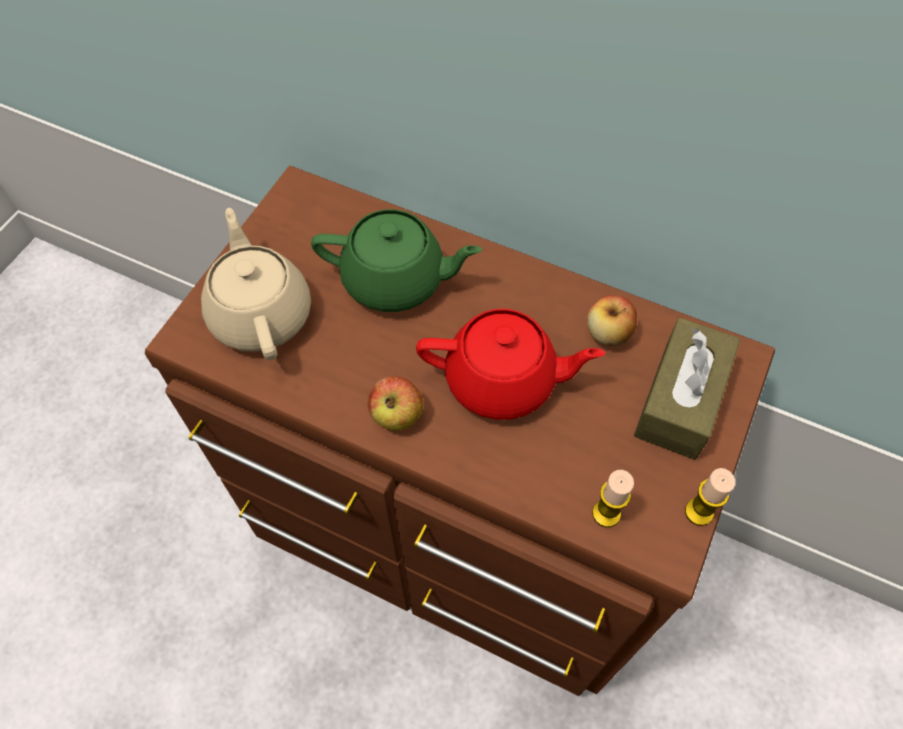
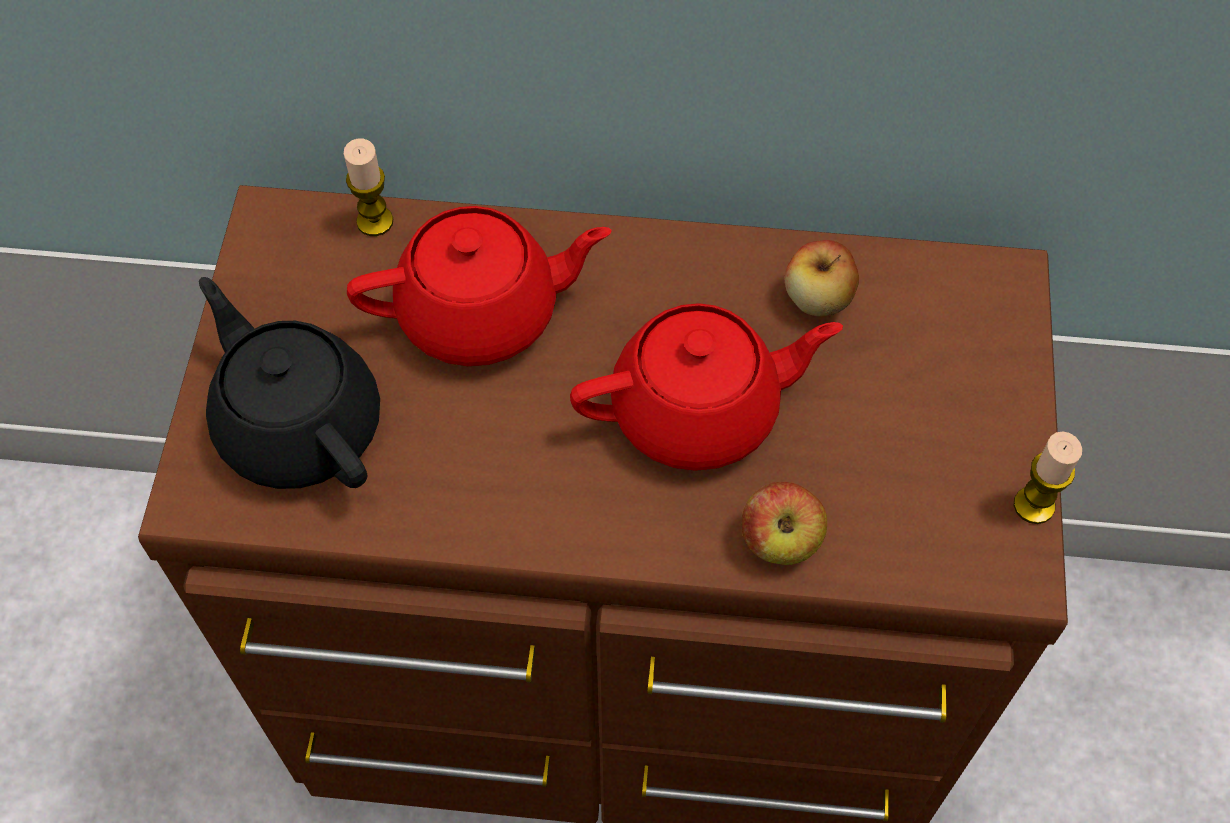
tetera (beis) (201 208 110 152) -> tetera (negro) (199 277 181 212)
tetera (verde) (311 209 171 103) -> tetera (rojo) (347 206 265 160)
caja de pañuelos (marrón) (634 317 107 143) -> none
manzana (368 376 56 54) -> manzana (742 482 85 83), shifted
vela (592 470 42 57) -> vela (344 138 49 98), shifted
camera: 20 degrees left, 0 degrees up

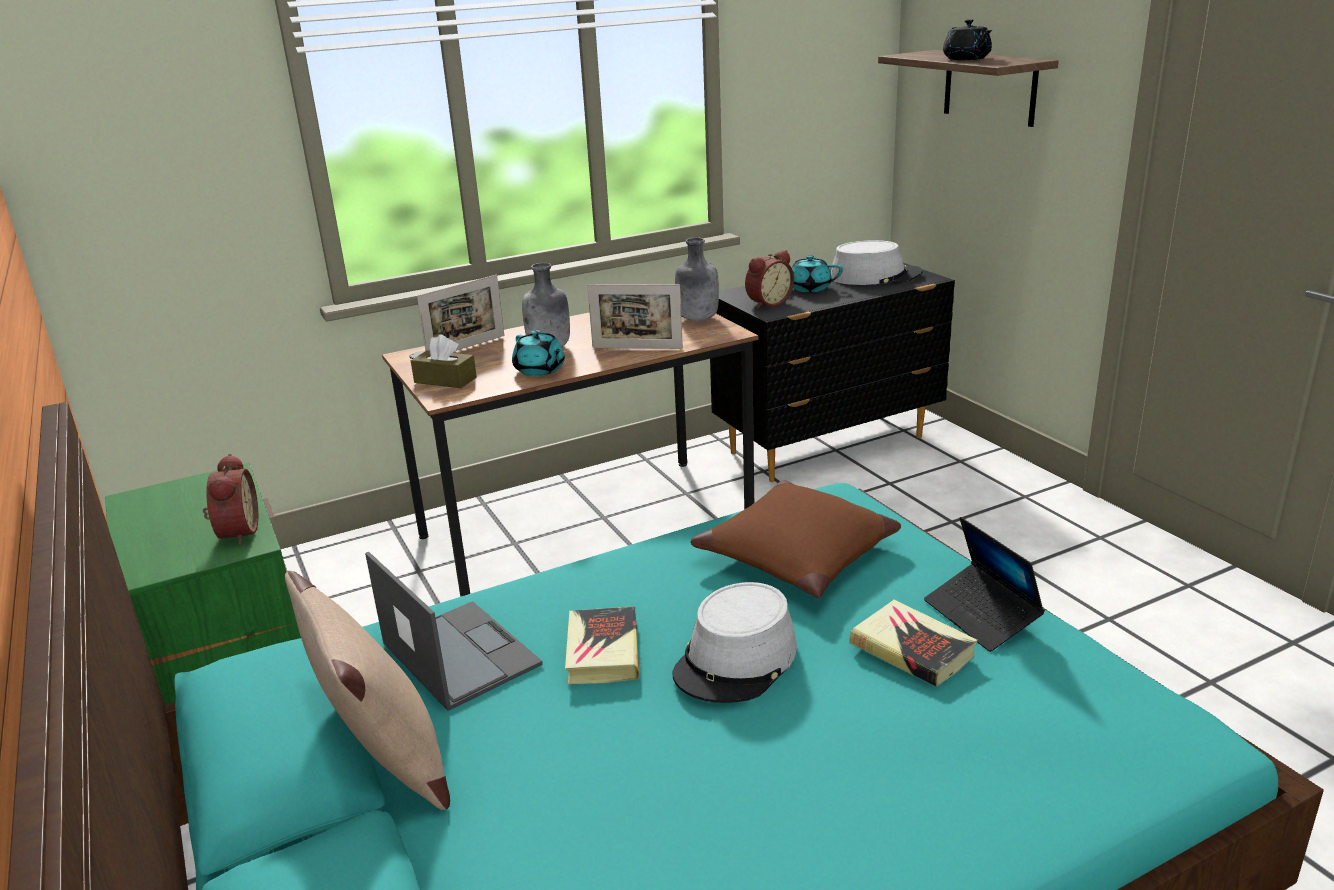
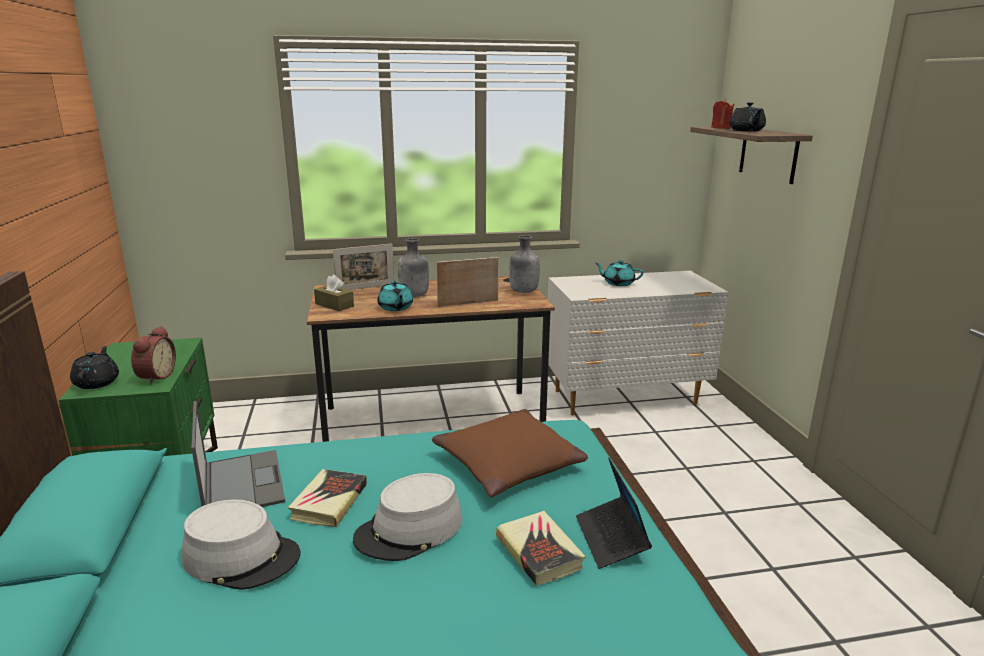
sombrero (gris) (831 240 92 45) -> sombrero (gris) (182 500 119 90), shifted
despertador (745 250 49 59) -> none
cómoda (negro) (710 263 245 219) -> cómoda (blanco) (548 271 180 144)
portarretratos (587 284 96 65) -> portarretratos (436 257 63 50), 135 degrees clockwise
cojín (beis) (285 571 165 239) -> none
none -> vela (rojo) (711 99 23 30)
none -> tetera (negro) (70 346 49 43)
camera: 15 degrees right, 5 degrees down

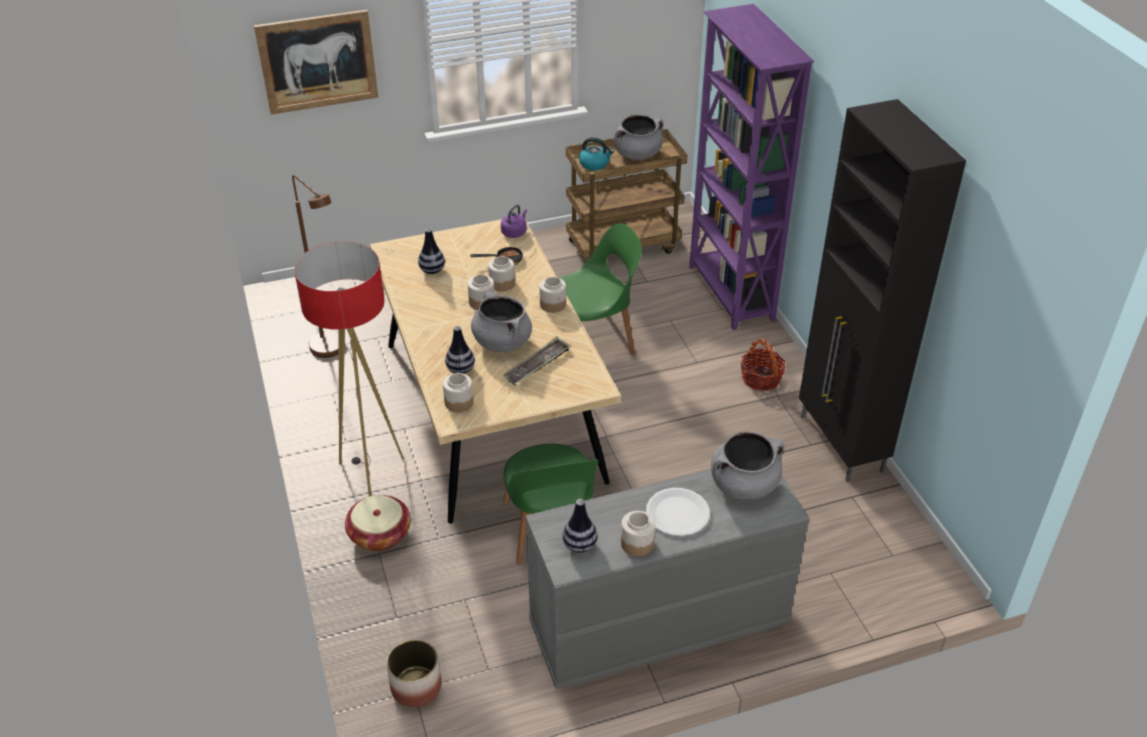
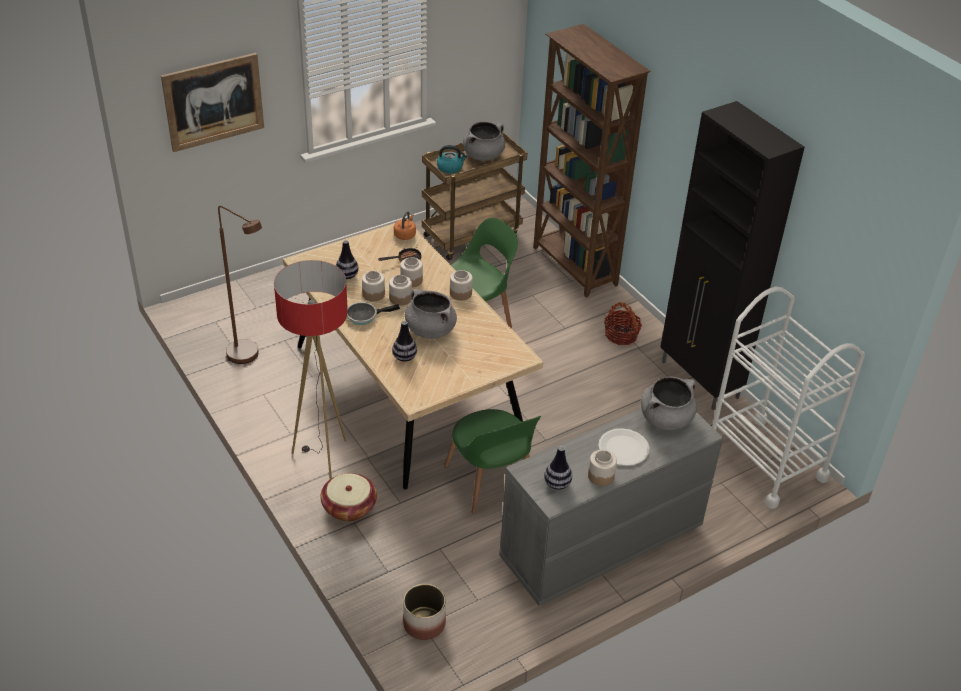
estantería (morado) (689 4 125 326) -> estantería (marrón) (533 24 118 274)
hervidor (morado) (501 205 26 33) -> hervidor (naranja) (394 211 22 29)
bandeja (502 336 69 49) -> none
tarro (443 373 31 39) -> tarro (362 271 23 30), shifted
none -> carrito (blanco) (712 287 153 222)
none -> sartén (347 302 53 23)
camera: 15 degrees left, 0 degrees up

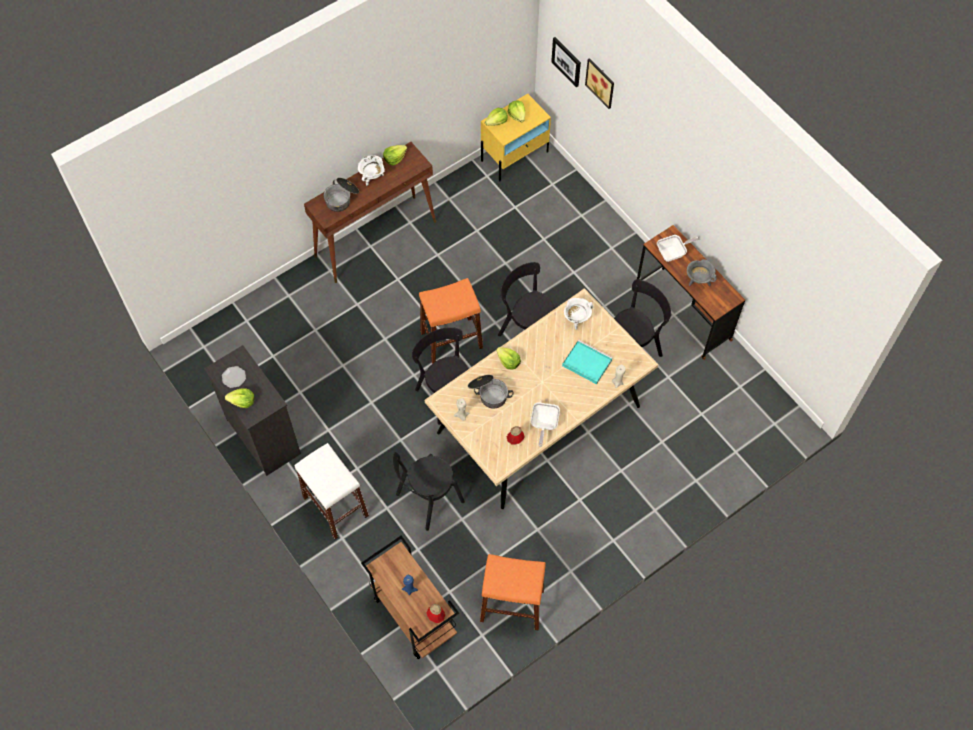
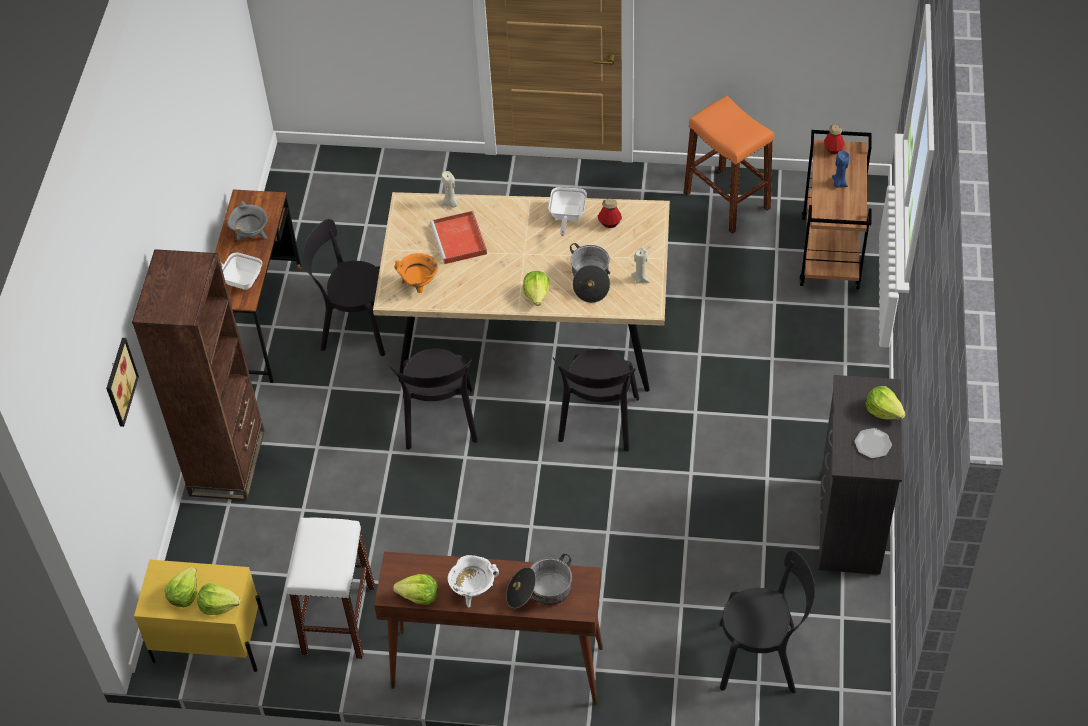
cuadro (551 37 30 50) -> none
taburete (naranja) (419 278 64 86) -> none
olla (blanco) (564 298 29 32) -> olla (naranja) (394 253 44 40)
bandeja (turquesa) (562 340 51 44) -> bandeja (rojo) (430 211 57 53)
sartén (531 402 29 45) -> sartén (548 187 39 49), 135 degrees clockwise
taburete (blanco) (295 443 74 96) -> taburete (blanco) (287 518 88 141), shifted
silla (negro) (392 452 73 79) -> silla (negro) (720 550 95 143), shifted
none -> estantería (marrón) (132 249 133 252)
camera: 135 degrees left, 10 degrees down

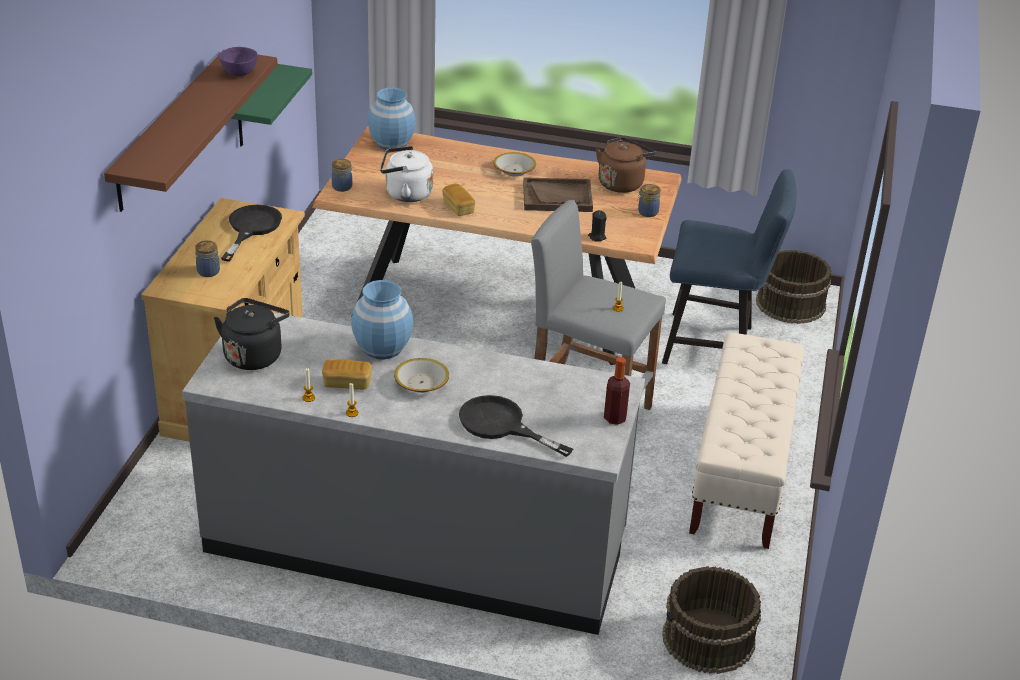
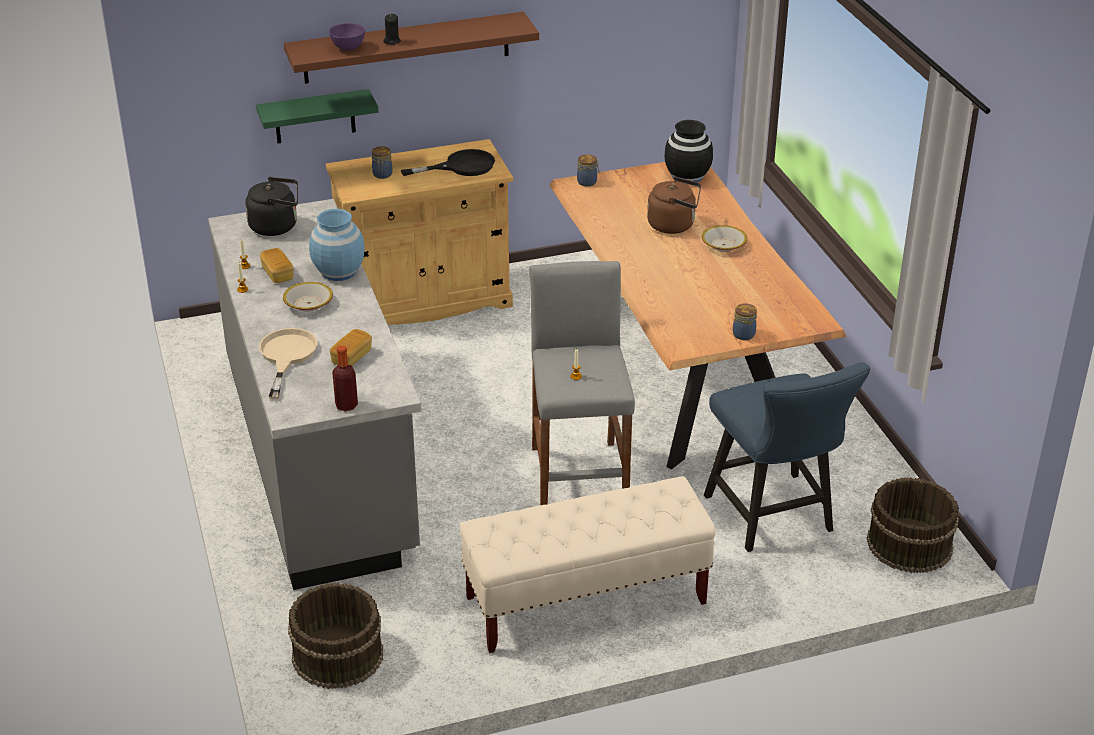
cuenco (morado) (219 47 39 29) -> cuenco (morado) (329 23 36 28), shifted
estante (verde) (231 64 81 83) -> estante (verde) (256 89 123 54), shifted
florero (azul) (368 88 48 62) -> florero (negro) (665 120 48 64)
hervidor (marrón) (596 137 59 56) -> hervidor (marrón) (647 177 54 57), shifted
hervidor (blanco) (380 146 53 56) -> none
bandeja (marrón) (523 177 70 35) -> none
pan (442 184 33 32) -> pan (330 329 42 37), shifted
vela (negro) (588 210 19 32) -> vela (negro) (383 14 18 31), shifted
sartén (negro) (459 395 114 62) -> sartén (beis) (259 328 58 71)
camera: 60 degrees right, 0 degrees up

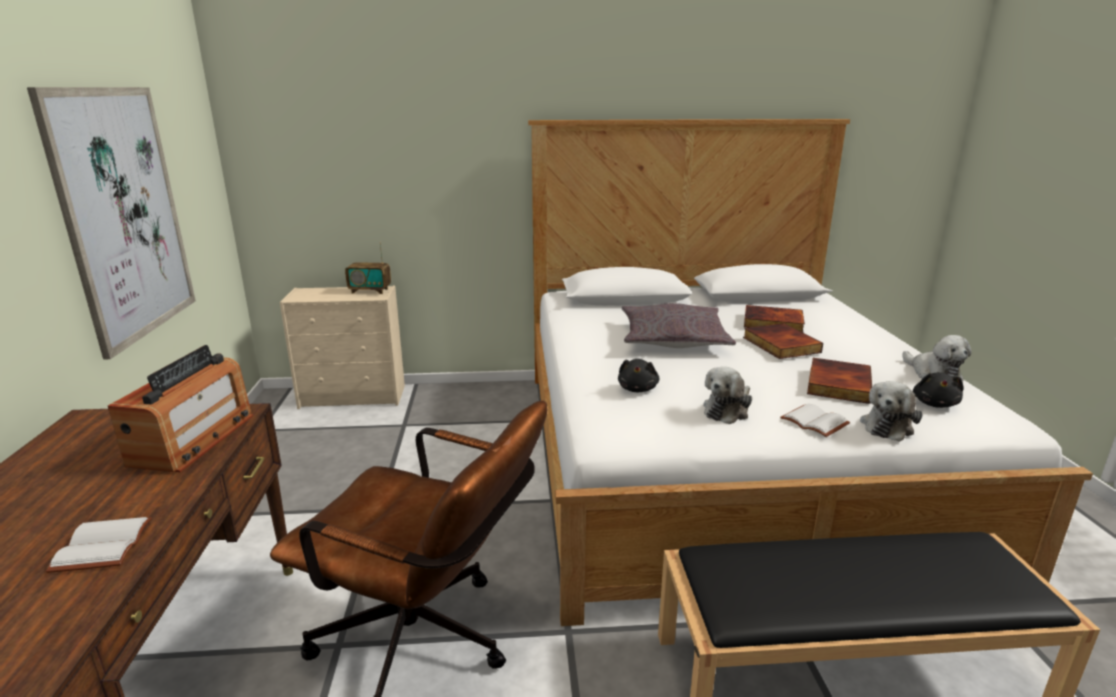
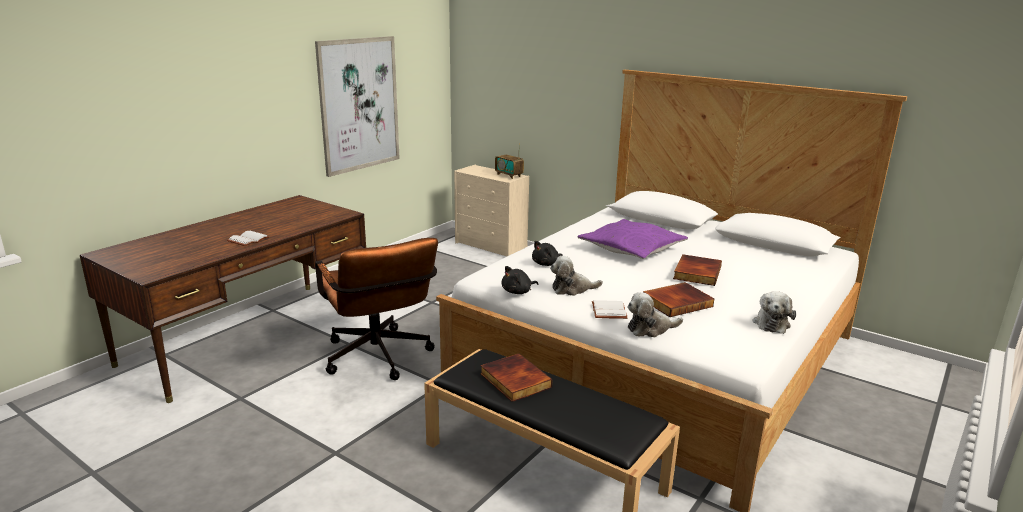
cojín (gris) (622 303 114 45) -> cojín (morado) (577 219 111 40)
libro (744 305 61 27) -> libro (480 353 73 49), shifted
radio (108 345 145 127) -> none
peluche (negro) (913 372 51 36) -> peluche (negro) (502 266 36 28), shifted
camera: 40 degrees right, 0 degrees up

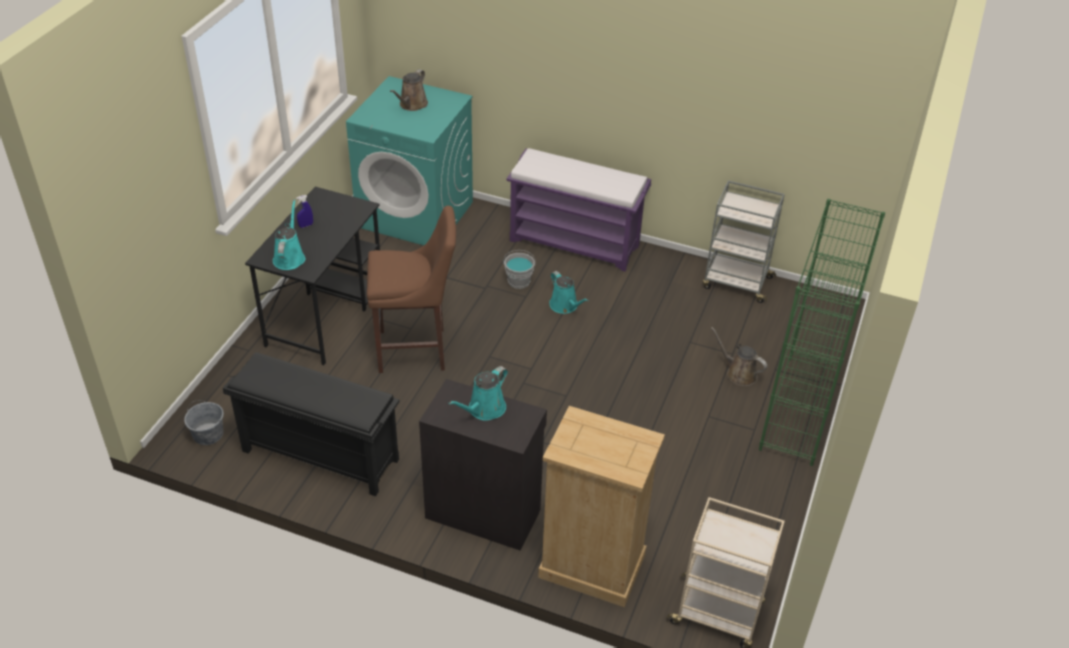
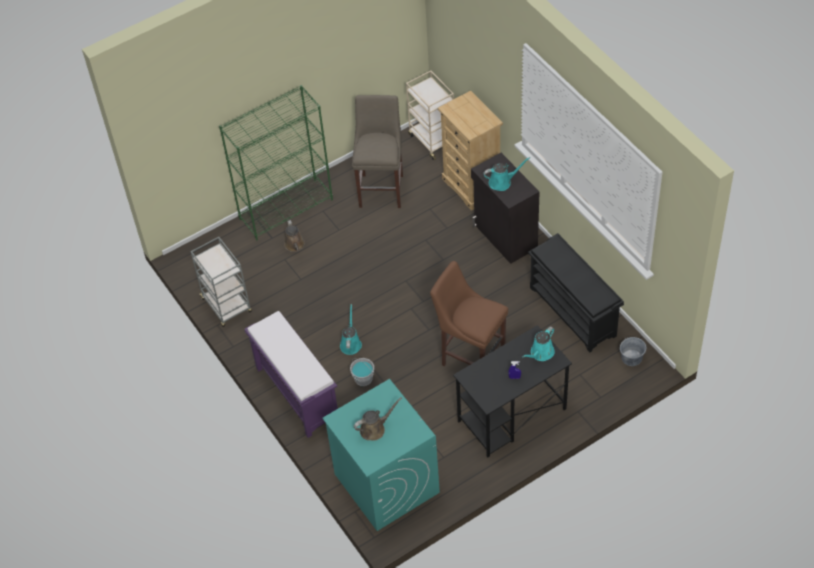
none -> taburete (beis) (352 95 51 113)
camera: 140 degrees left, 10 degrees up

